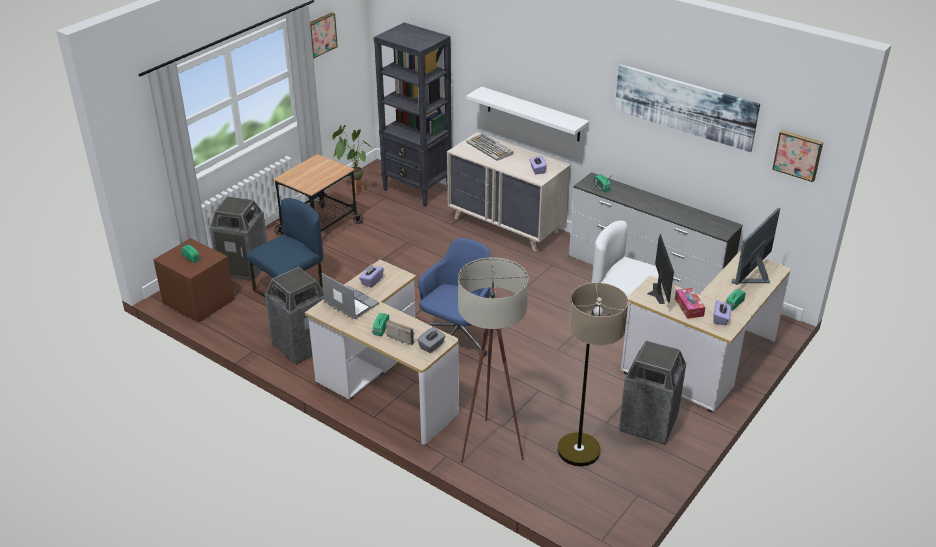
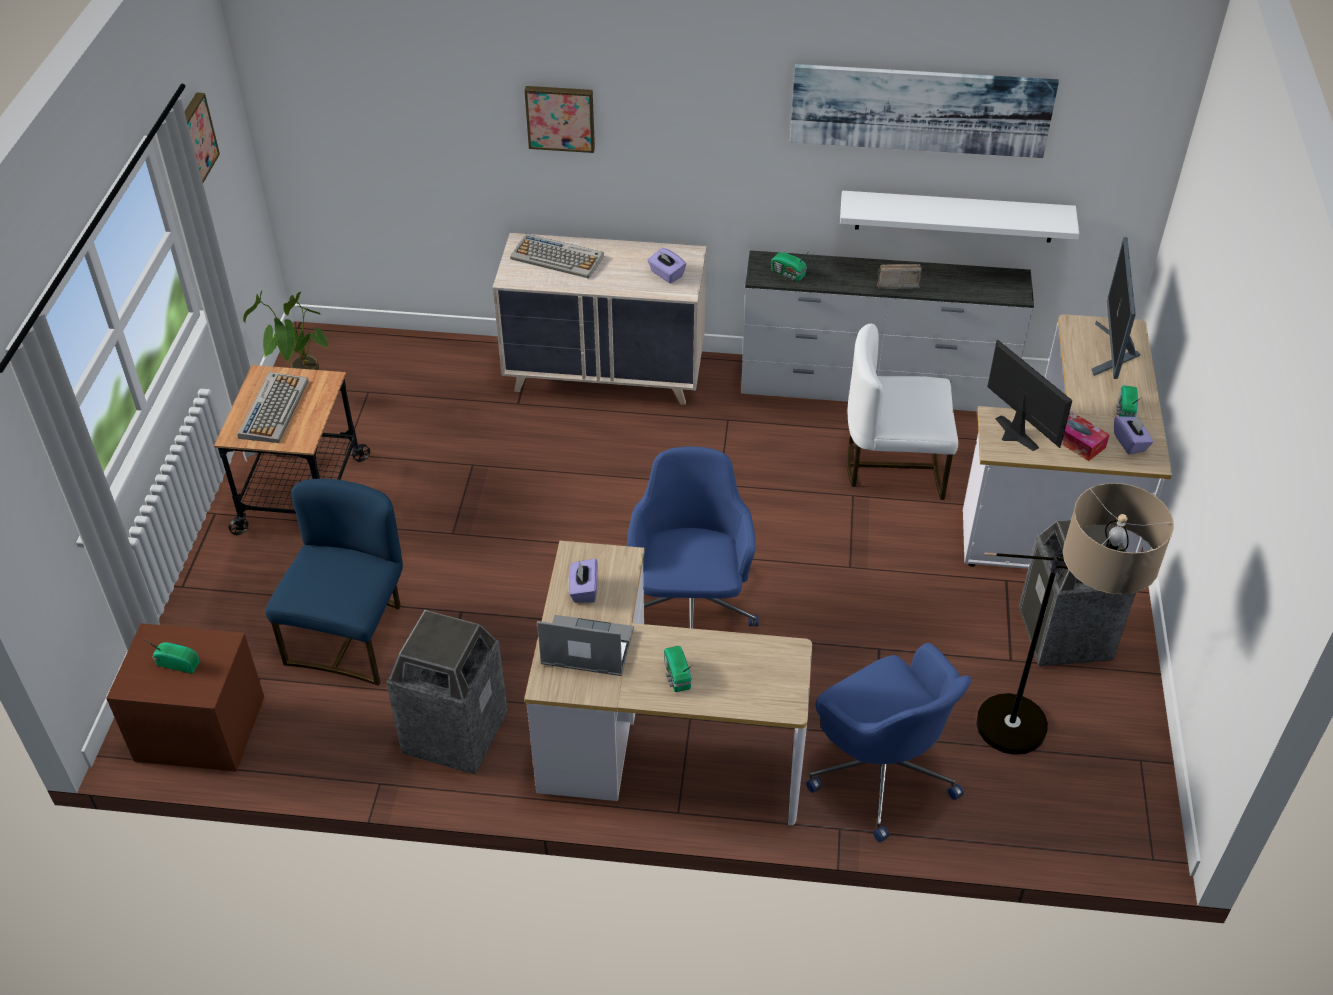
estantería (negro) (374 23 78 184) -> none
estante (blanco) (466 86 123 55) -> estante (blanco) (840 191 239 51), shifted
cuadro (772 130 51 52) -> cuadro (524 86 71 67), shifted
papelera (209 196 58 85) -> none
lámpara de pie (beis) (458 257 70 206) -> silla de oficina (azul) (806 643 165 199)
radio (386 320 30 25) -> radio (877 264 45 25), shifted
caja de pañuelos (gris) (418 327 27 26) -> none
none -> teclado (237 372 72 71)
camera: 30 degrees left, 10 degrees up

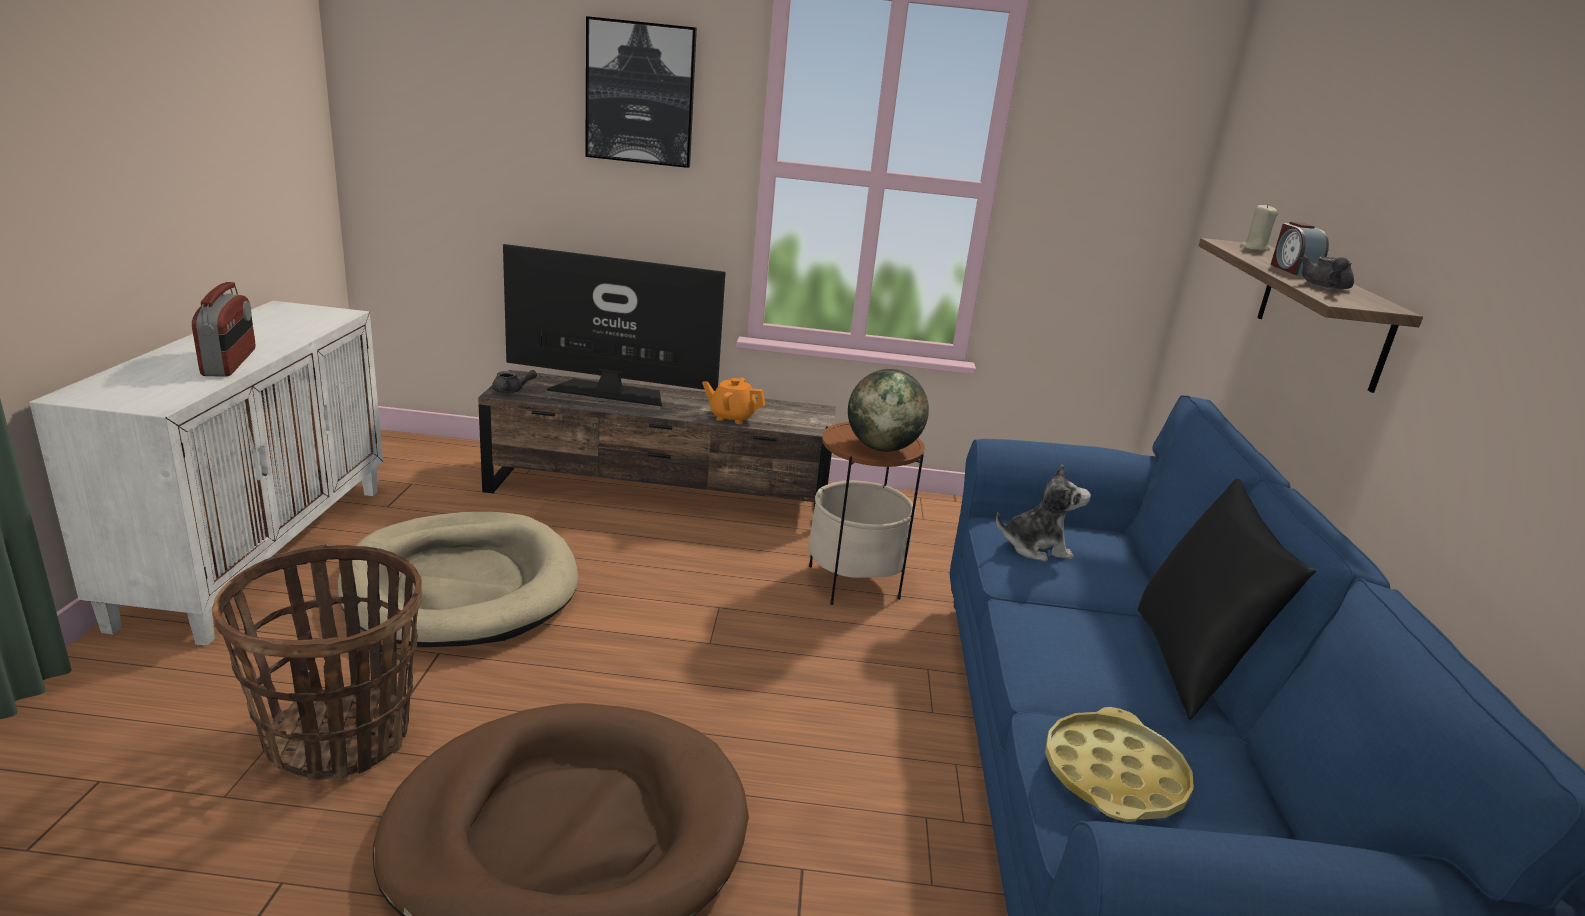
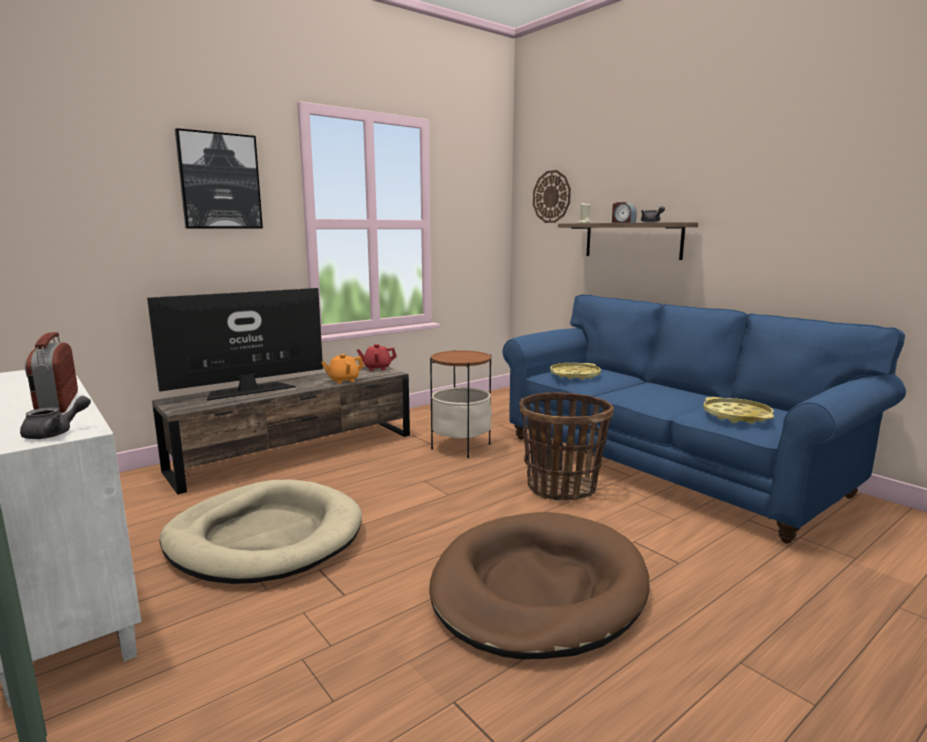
radio (192 282 64 94) -> radio (25 332 53 81), 150 degrees counterclockwise
globo terráqueo (848 369 81 83) -> none
tetera (gris) (492 370 45 23) -> tetera (gris) (20 396 71 43), shifted
peluche (996 464 95 97) -> bandeja (amarillo) (550 363 51 17)
cojín (negro) (1138 479 178 241) -> none
cesta (212 544 210 236) -> cesta (520 392 94 109), shifted
none -> reloj de pared (533 170 38 53)
none -> tetera (rojo) (357 344 40 27)
camera: 40 degrees left, 10 degrees down

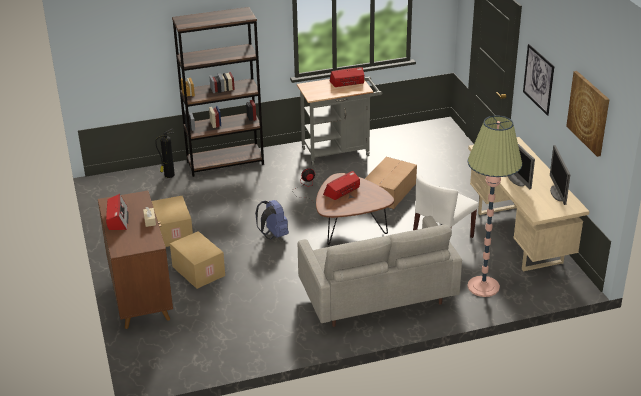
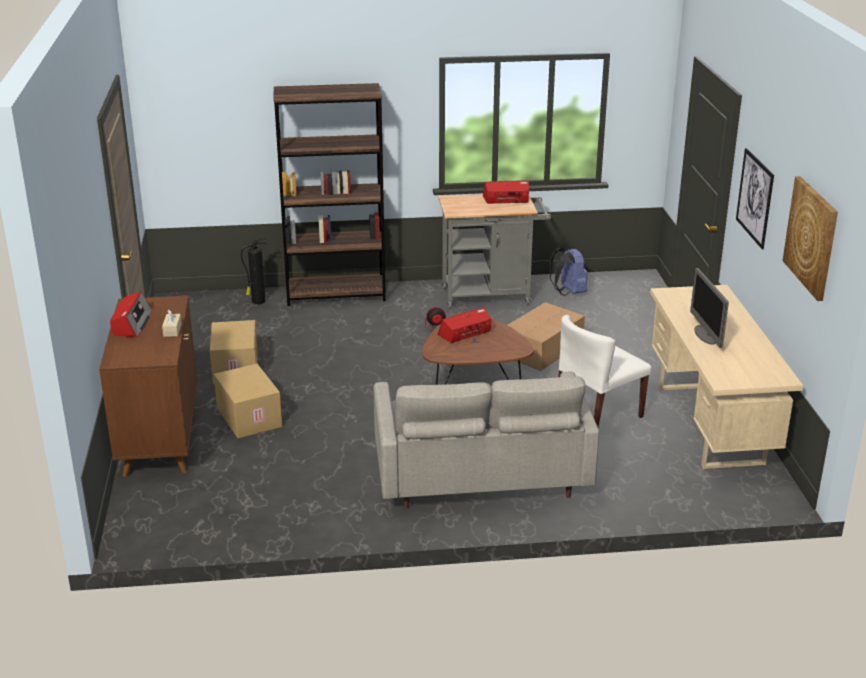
lámpara de pie (467 115 55 182) -> none
monitor (550 145 20 60) -> none
mochila (azul) (255 200 34 39) -> mochila (azul) (550 247 38 49), shifted
camera: 10 degrees right, 5 degrees down

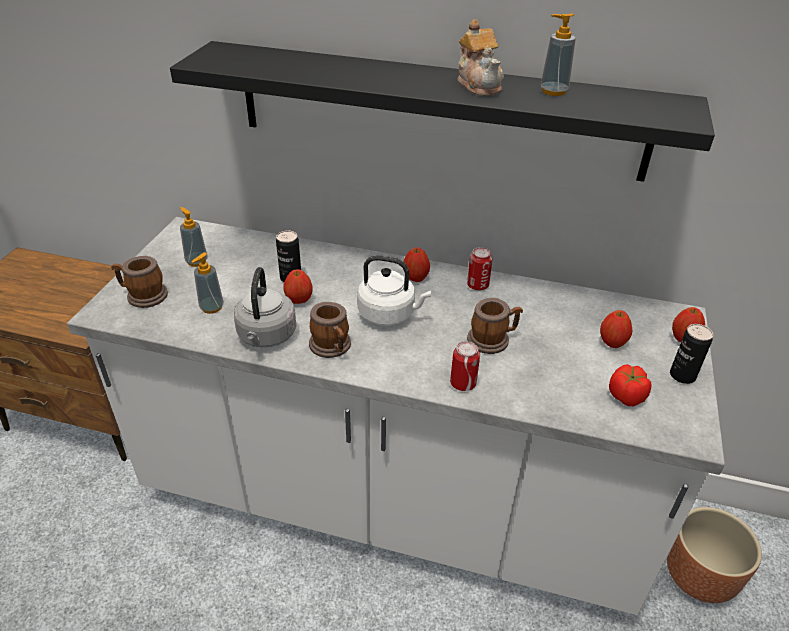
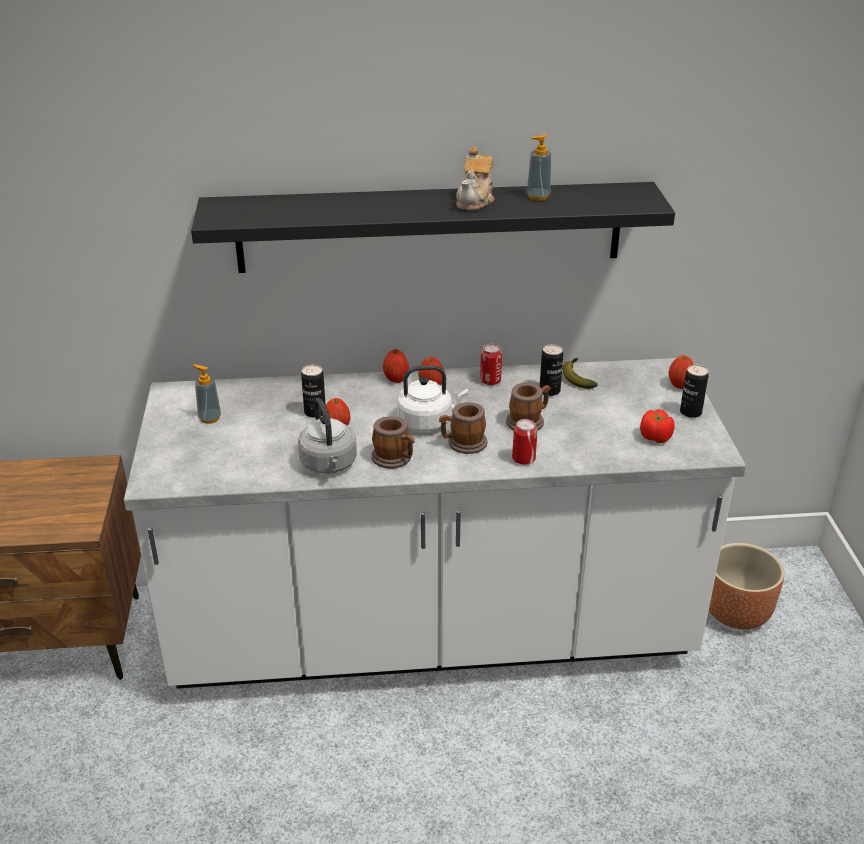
tetera (458 19 46 77) -> tetera (456 146 39 65), 60 degrees clockwise
dispensador de jabón (192 252 32 62) -> none
taza grande (111 256 57 52) -> taza grande (439 402 48 52), shifted
manzana (600 310 32 38) -> manzana (383 349 26 34), shifted
none -> lata (540 344 23 52)
none -> plátano (562 358 36 31)
camera: 20 degrees left, 5 degrees down

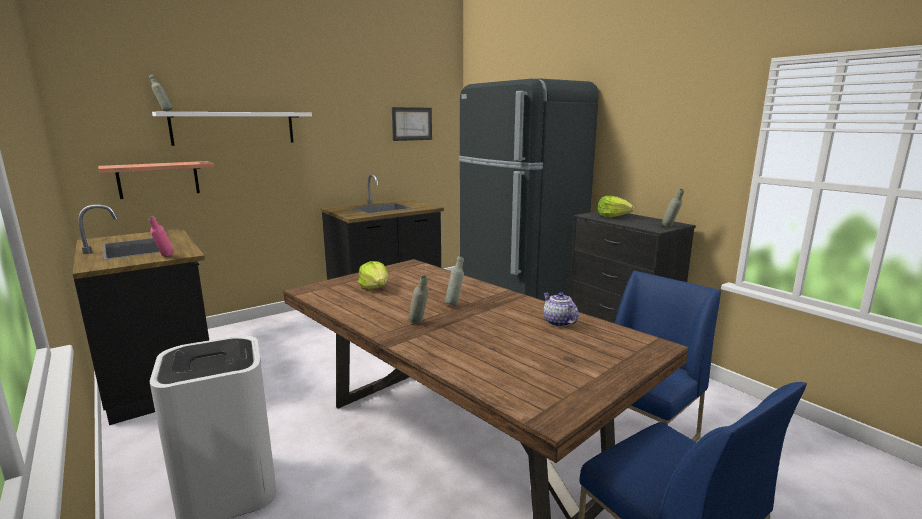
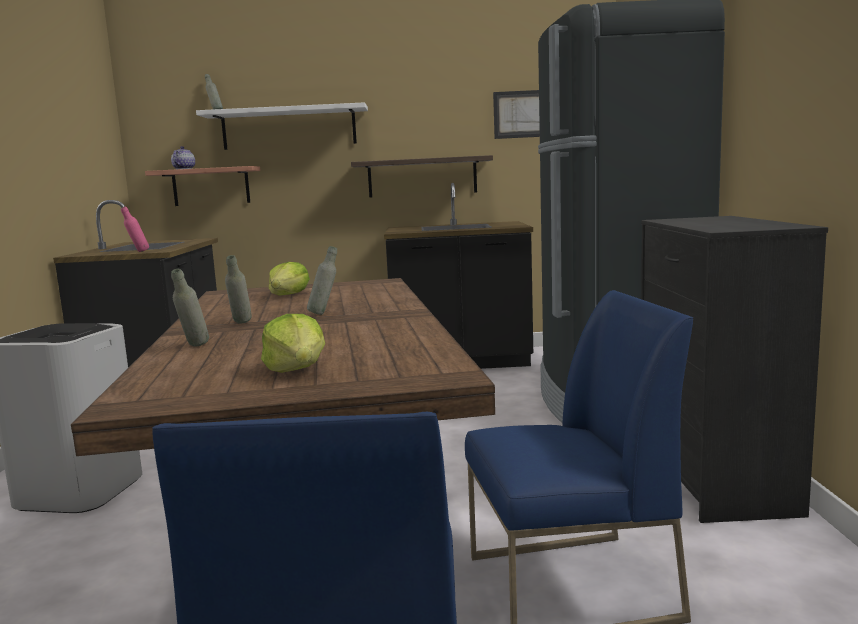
botella (gris) (662 189 22 38) -> botella (gris) (171 269 38 78), shifted
lechuga (597 196 37 21) -> lechuga (261 314 64 59), shifted
tetera (543 292 36 35) -> tetera (171 146 24 23), shifted
none -> estante (351 155 142 43)
camera: 35 degrees right, 5 degrees down

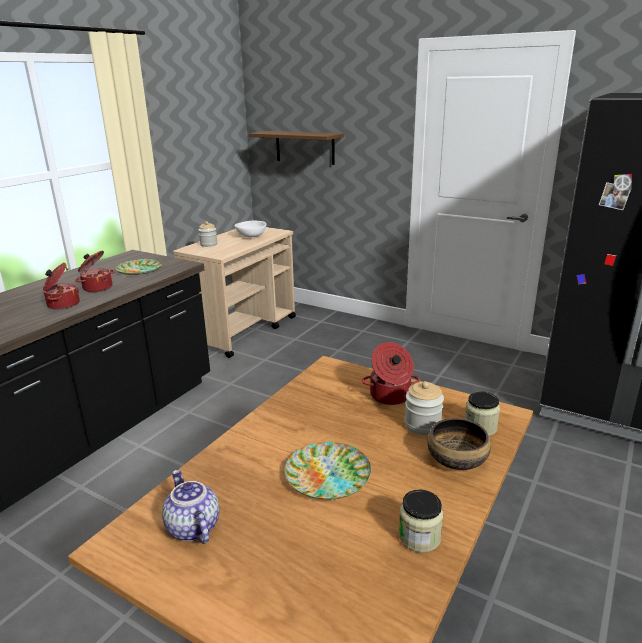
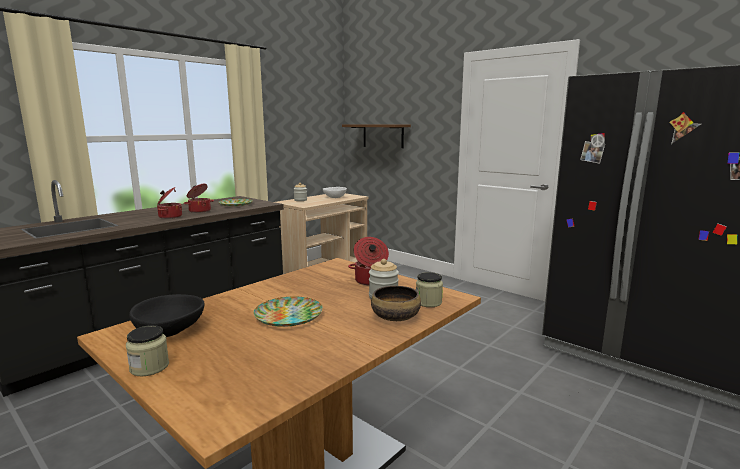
tetera (162 470 57 74) -> cuenco (negro) (129 294 76 43)
tarro (399 490 44 62) -> tarro (126 325 43 51), shifted
camera: 10 degrees right, 10 degrees down

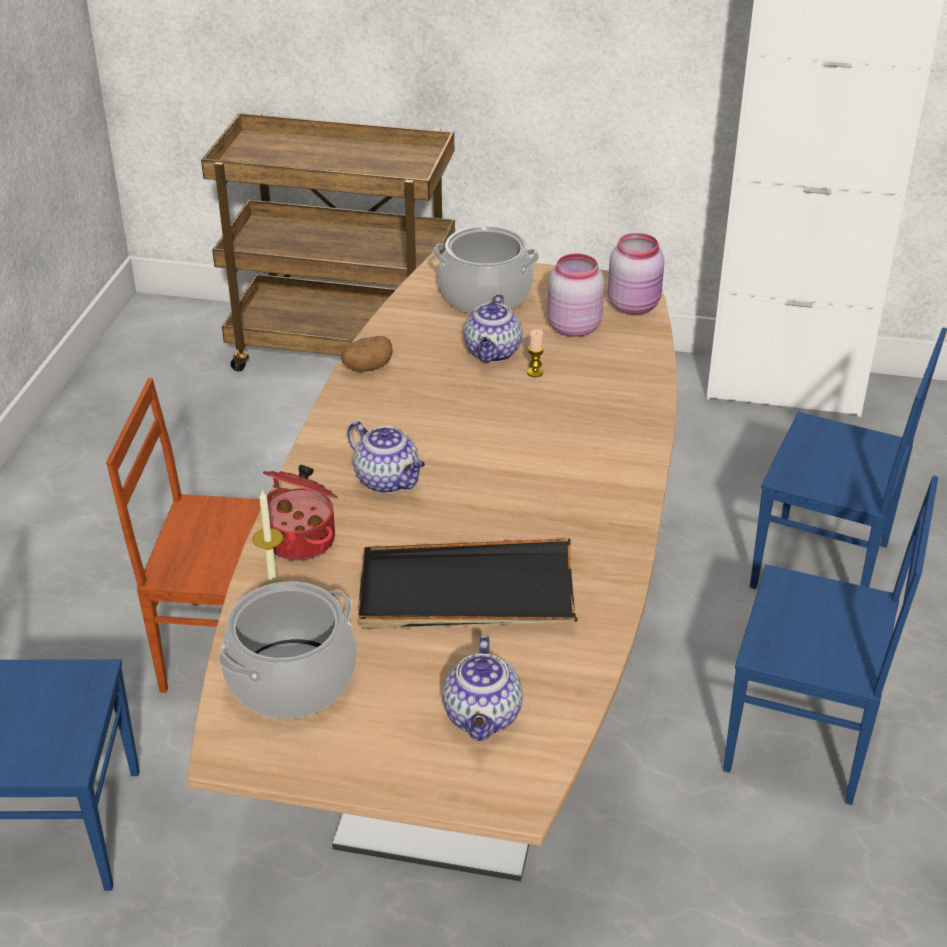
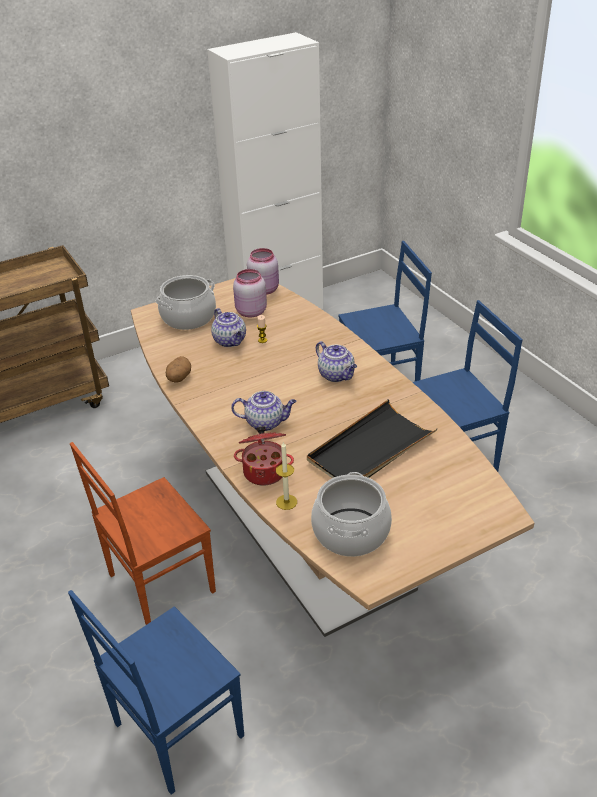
tetera (443 635 80 106) -> tetera (316 341 41 41), shifted
camera: 40 degrees left, 0 degrees up

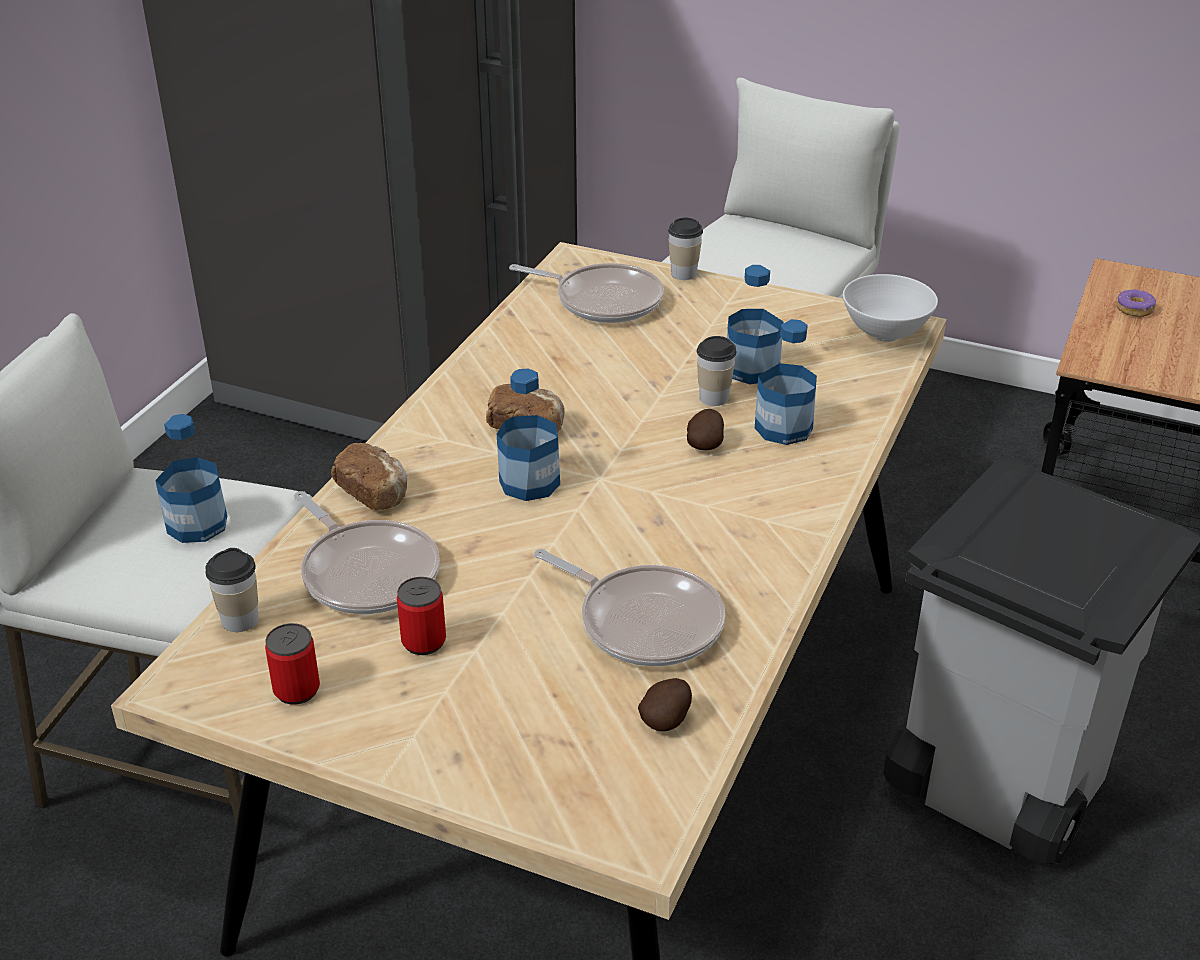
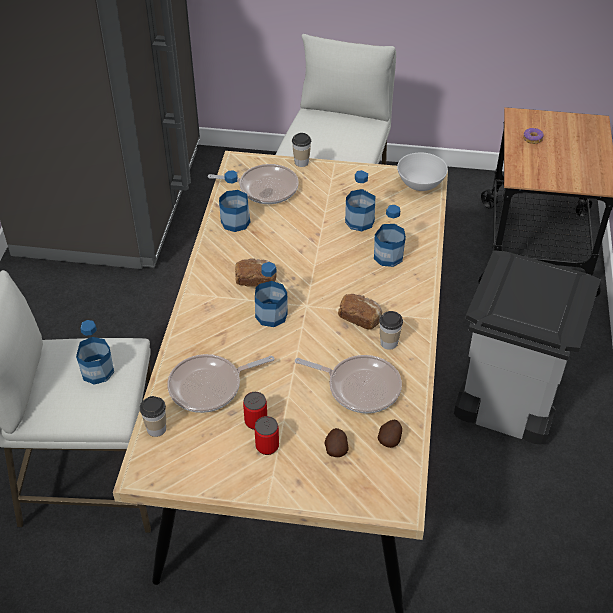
taza (697 336 40 70) -> taza (379 311 24 39), shifted
patata (687 409 37 41) -> patata (325 428 24 29), shifted
pan (331 443 76 67) -> pan (338 294 44 36), shifted
sartén (293 491 147 123) -> sartén (167 354 107 59), 120 degrees clockwise
lata (265 623 55 82) -> lata (255 416 24 39), shifted
none -> botella (219 170 31 62)
camera: 15 degrees left, 10 degrees up

